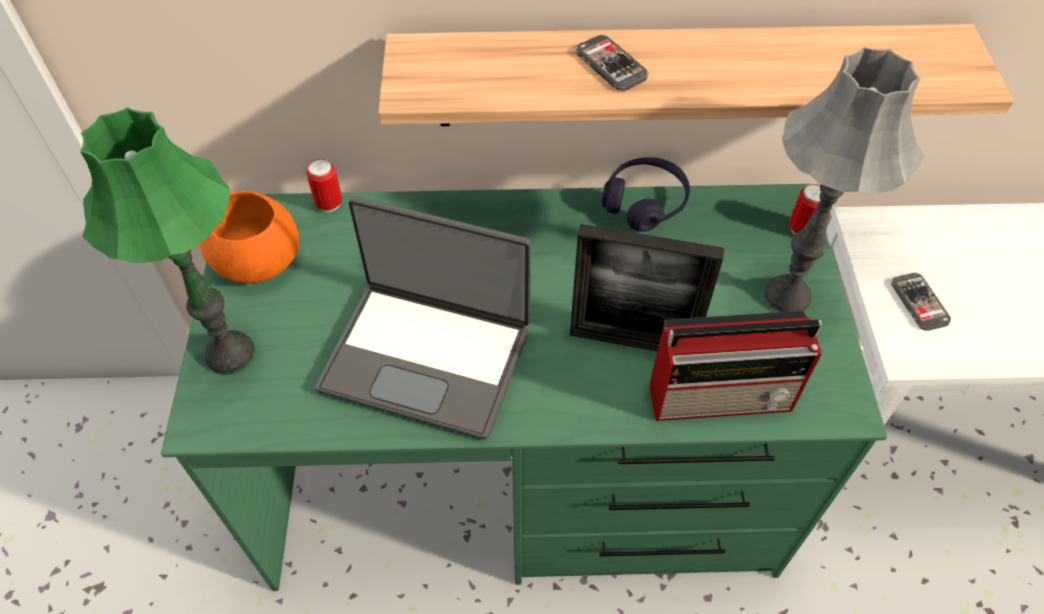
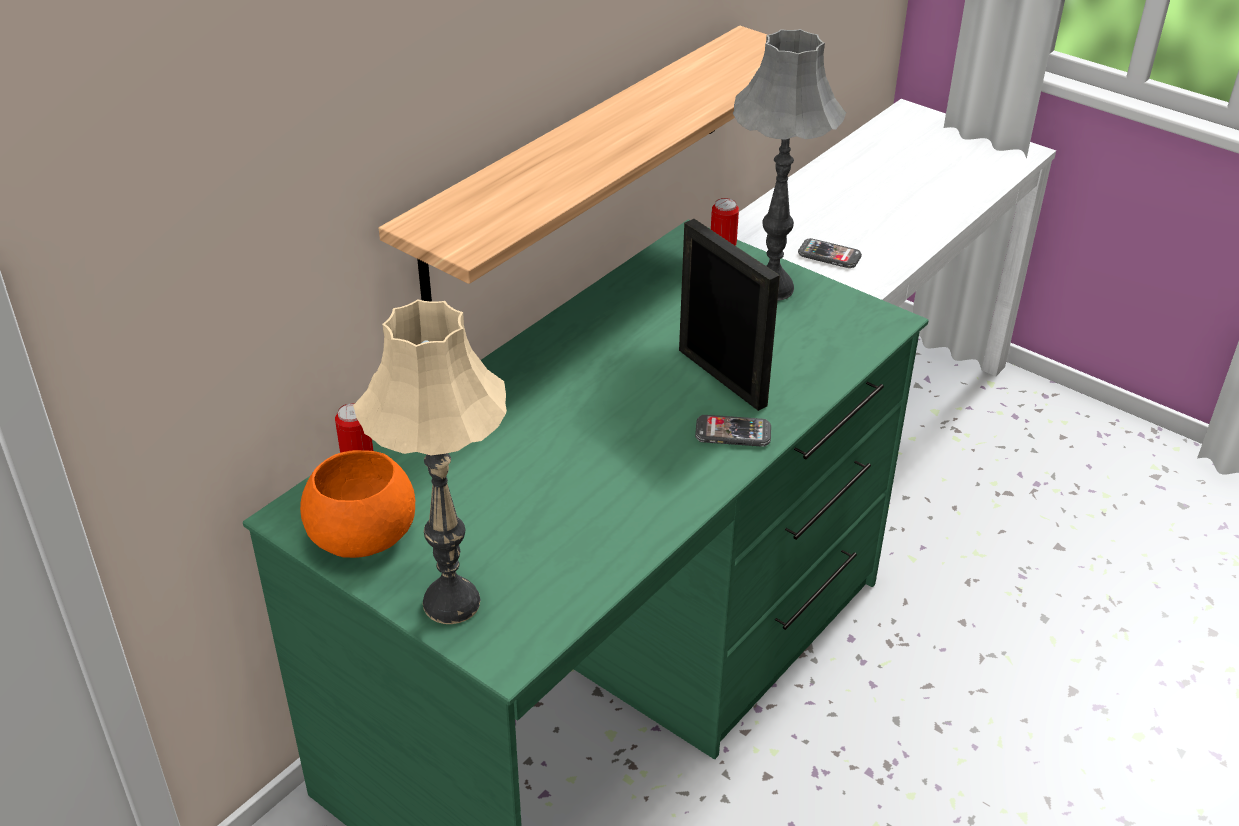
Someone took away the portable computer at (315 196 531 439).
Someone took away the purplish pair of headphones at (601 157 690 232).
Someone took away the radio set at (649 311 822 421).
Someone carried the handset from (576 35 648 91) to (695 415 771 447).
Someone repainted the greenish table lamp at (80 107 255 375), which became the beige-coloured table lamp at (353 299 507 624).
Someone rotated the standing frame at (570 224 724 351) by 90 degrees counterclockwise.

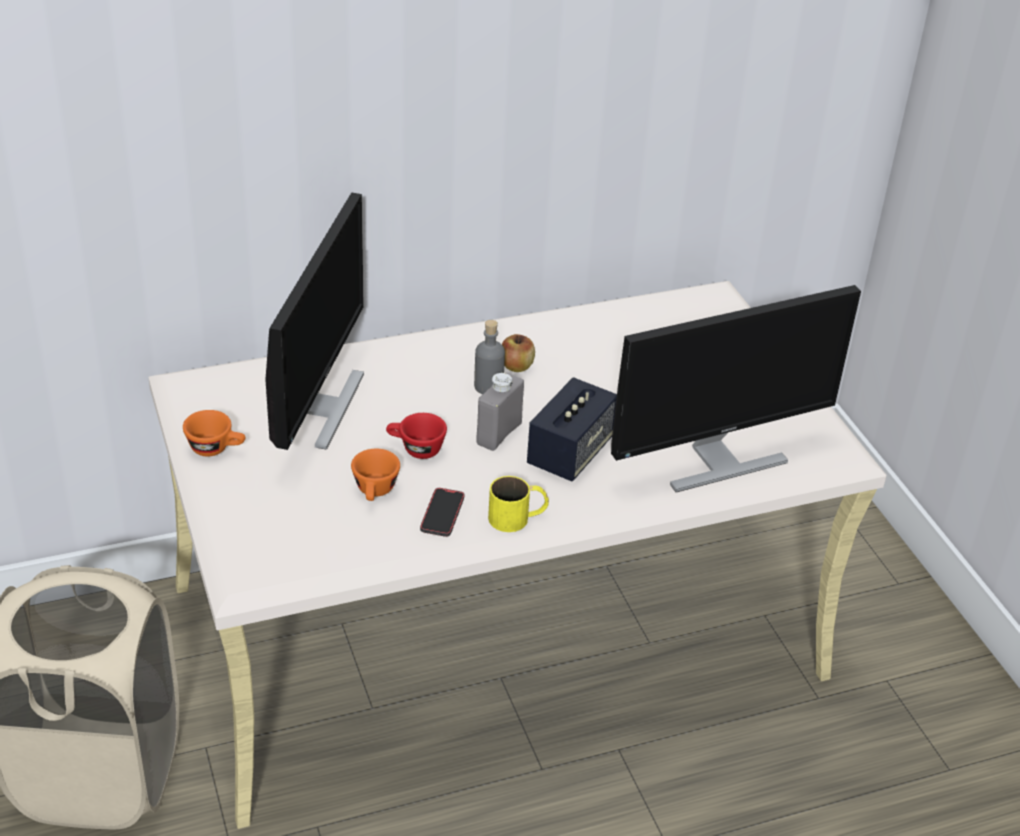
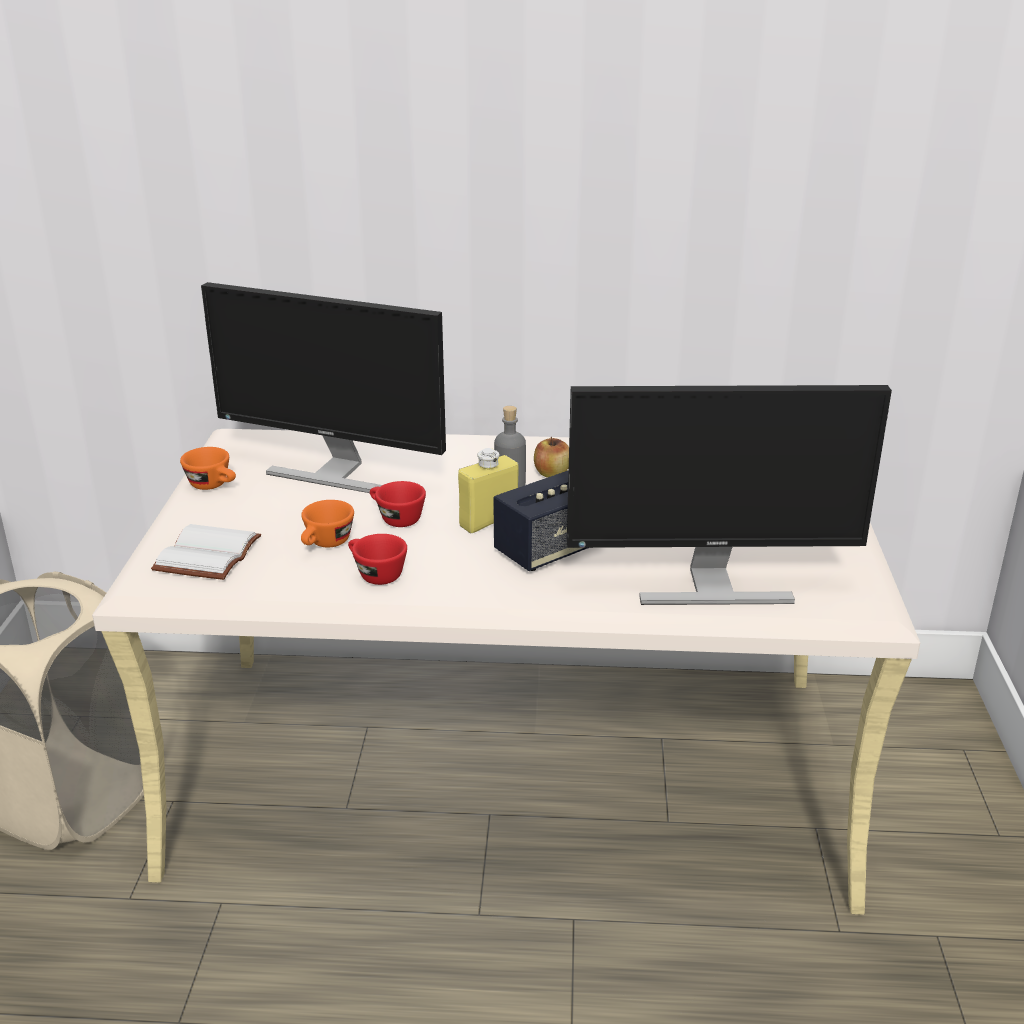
Someone took away the yellow tea mug at (488 476 549 532).
Someone put down the white bound book at (151 524 261 580).
Someone swapped the handset at (420 488 464 537) for the reddish small cup at (348 534 407 585).
Someone repainted the grey bottle at (476 373 524 451), which became the yellow bottle at (458 448 519 533).
Someone rotated the computer screen at (265 192 364 450) by 75 degrees clockwise.

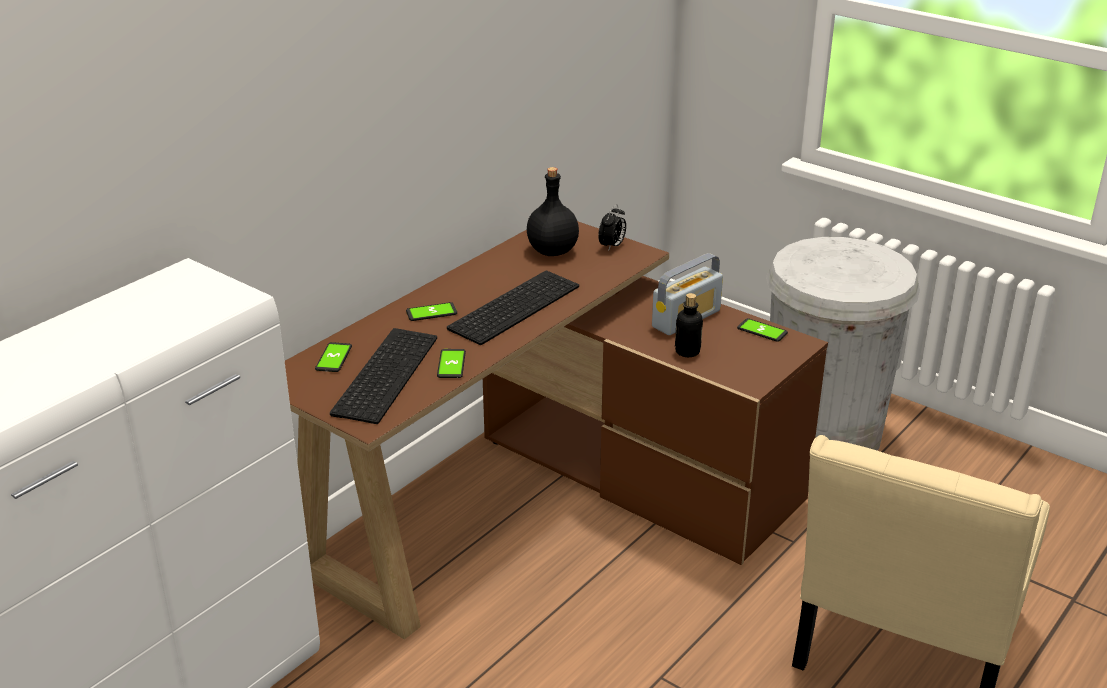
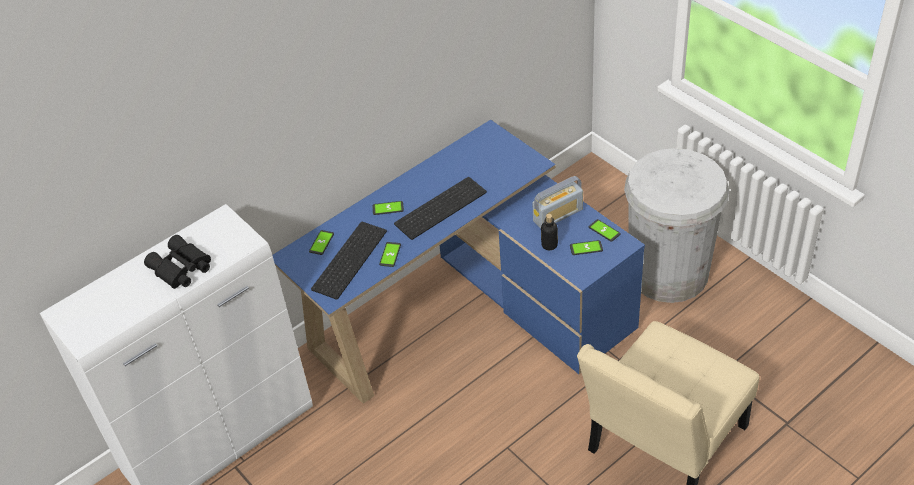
Someone took away the black bottle at (527 167 579 256).
Someone took away the table clock at (598 205 626 251).
Someone put down the black field glasses at (144 235 211 289).
Someone put down the handset at (570 240 603 255).
Someone repainted the brownish desk at (285 221 828 640), which became the blue desk at (272 120 645 404).

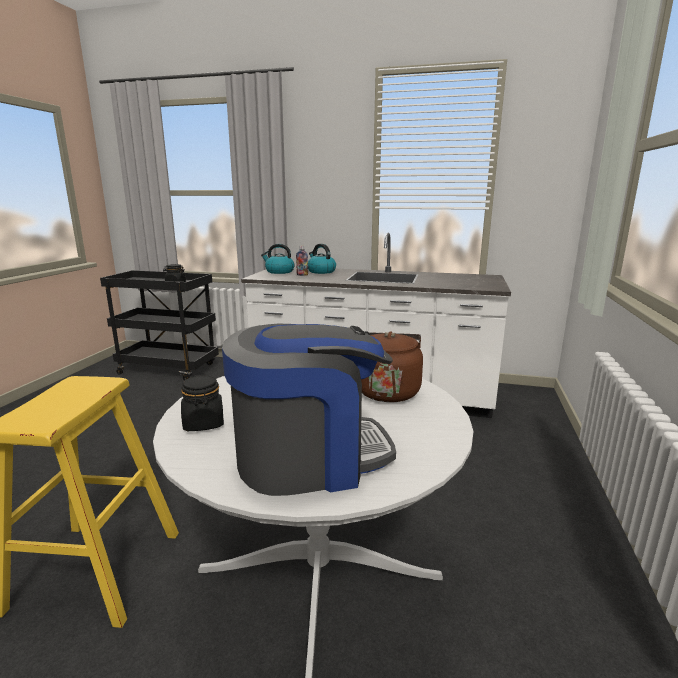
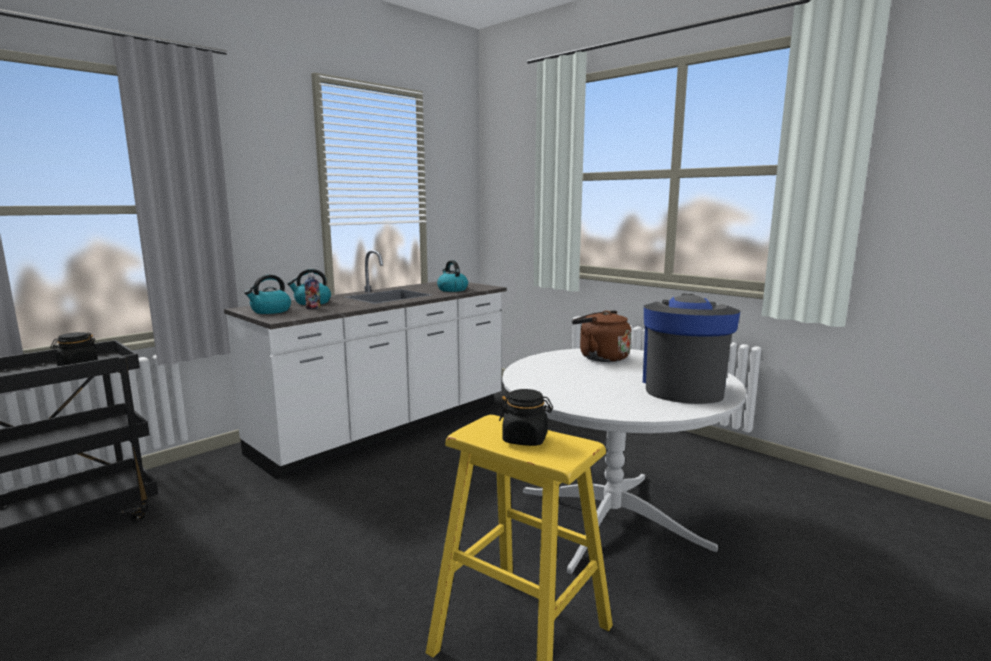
Someone put down the water kettle at (437 260 468 292).
Someone carried the black jar from (181 375 224 431) to (499 389 553 446).

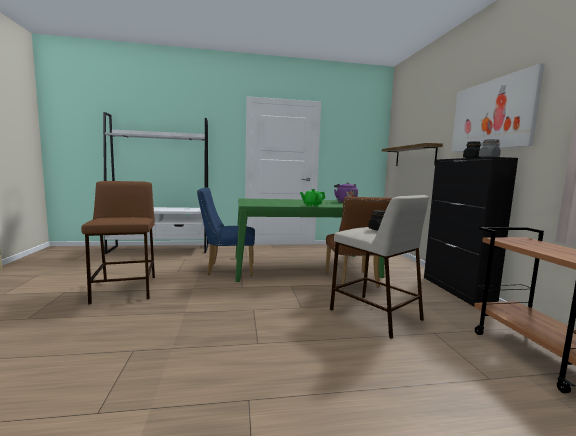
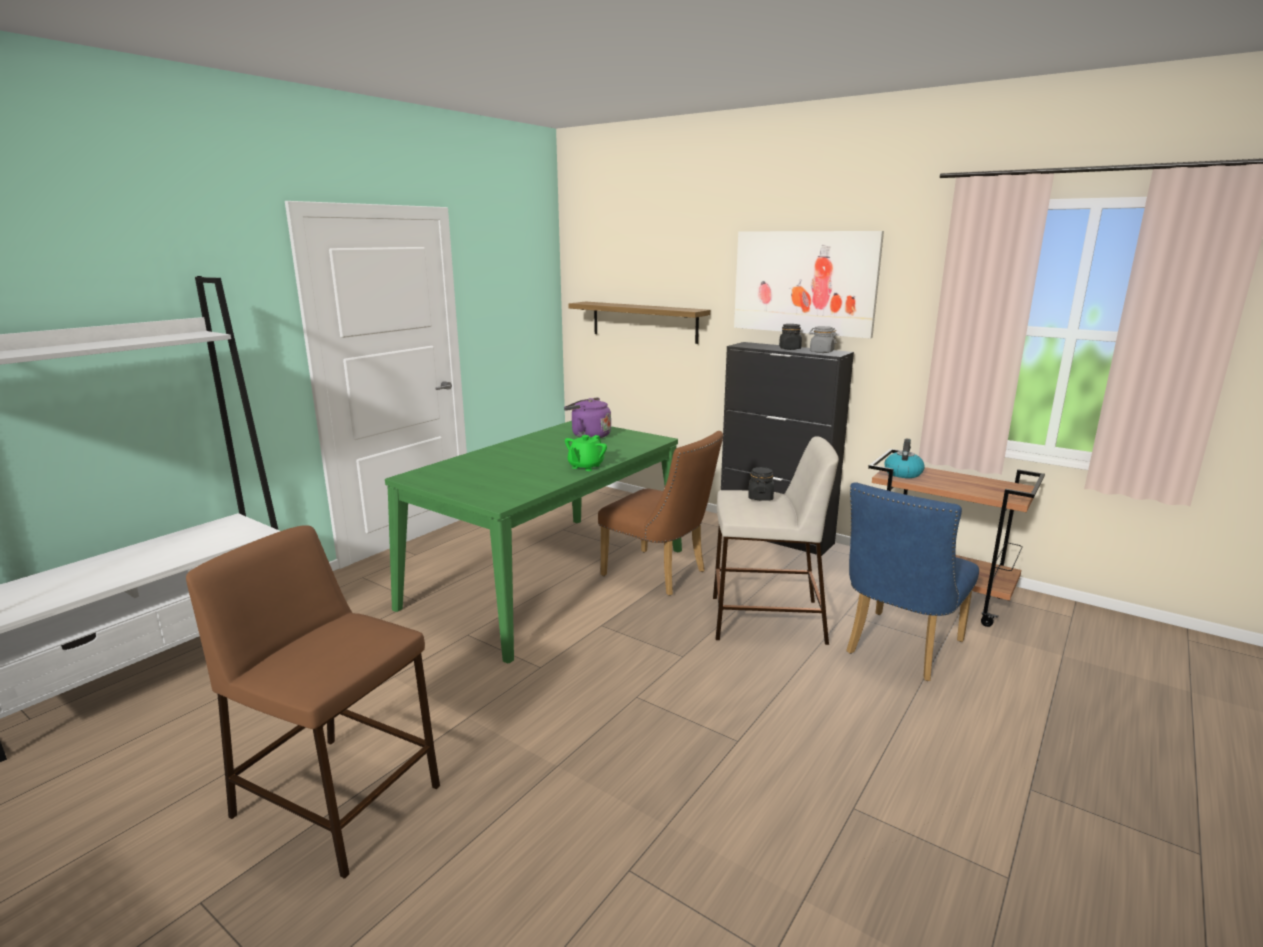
Someone put down the water kettle at (884 438 925 478).
Someone carried the blue chair from (197 188 255 276) to (846 482 979 681).

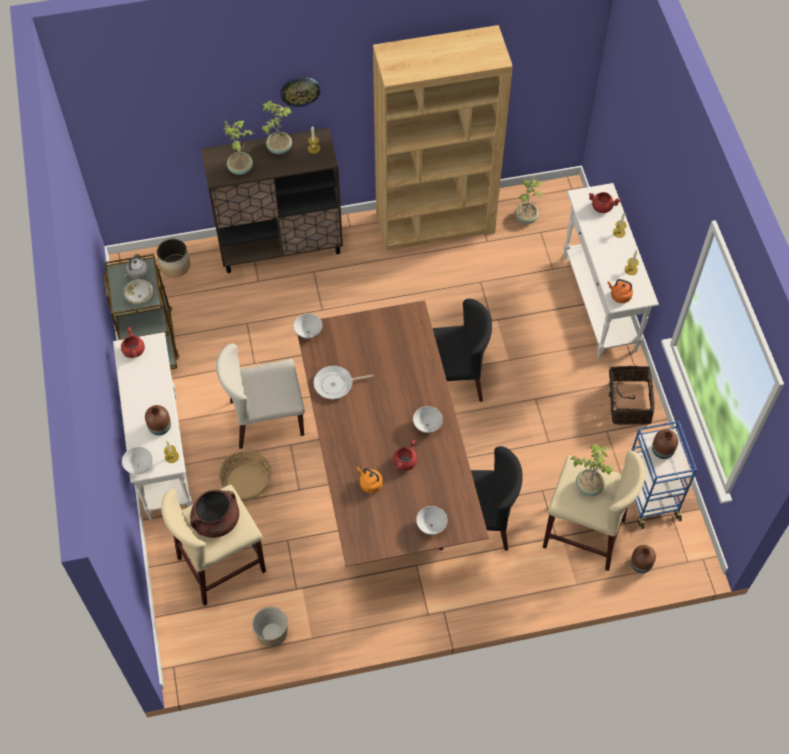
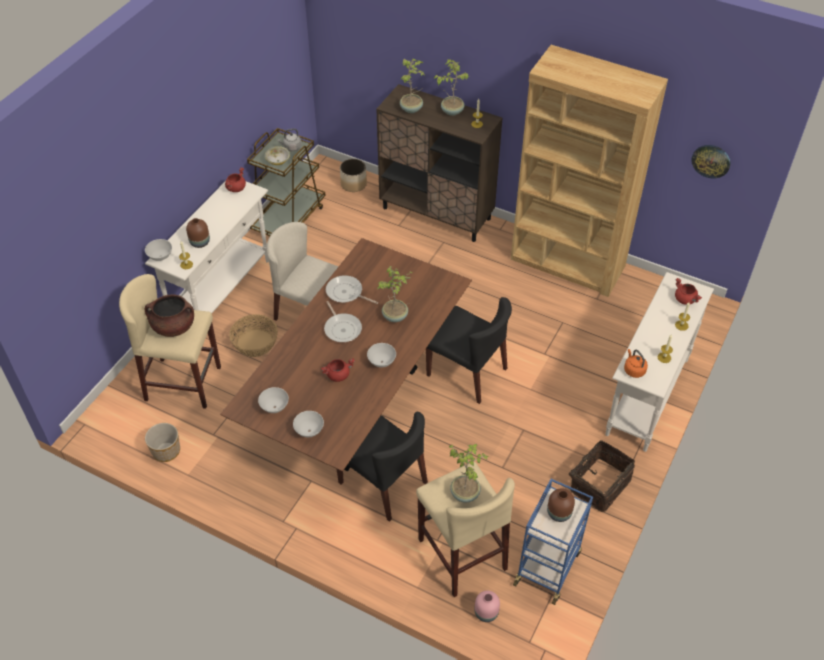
Someone took away the orange water kettle at (357 467 383 493).
Someone put down the frying pan at (324 301 362 342).
Someone carried the clock on the wall from (280 77 320 107) to (691 145 731 178).
Someone carried the white bowl from (294 314 322 339) to (258 387 289 413).
Someone carried the potted plant from (515 175 543 224) to (378 266 413 322).
Someone repainted the brownish flower vase at (630 545 656 573), which became the pinkish flower vase at (474 590 500 622).

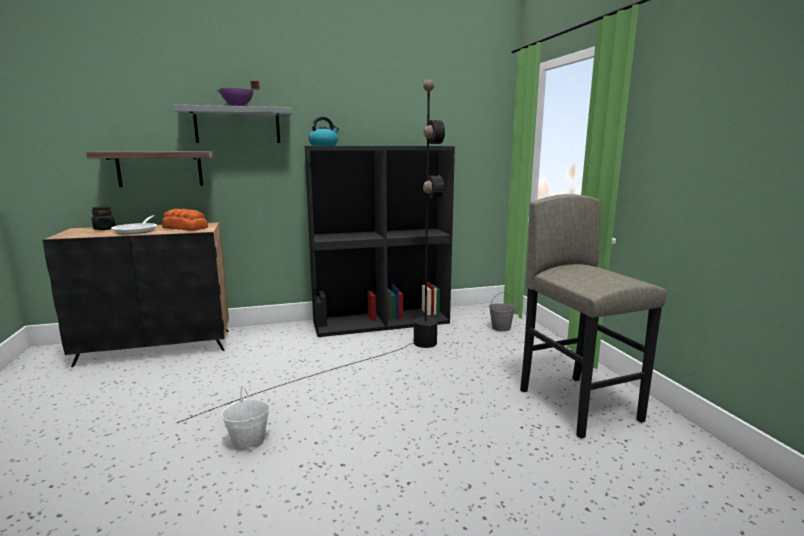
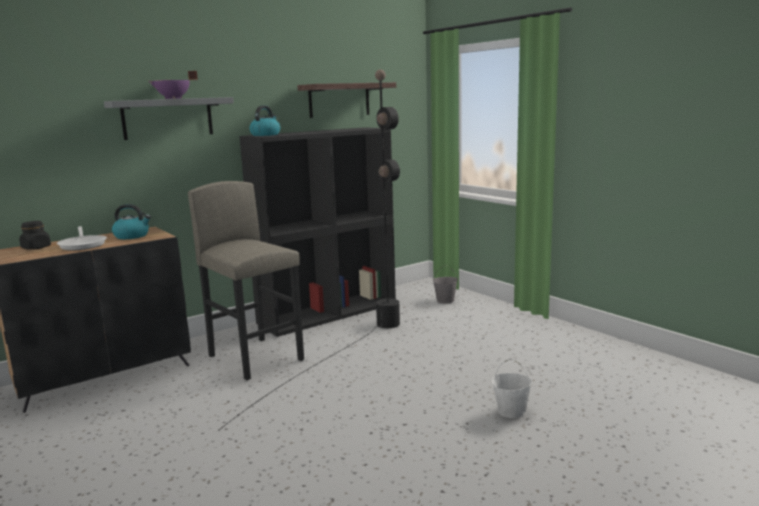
Someone carried the shelf from (86 152 214 187) to (297 82 396 118).
Someone carried the white pail from (221 386 270 451) to (492 359 532 418).
Someone carried the grey stool seat from (520 194 667 439) to (188 181 304 380).
Someone swapped the bakery bread at (162 209 208 231) for the water kettle at (112 204 151 239).

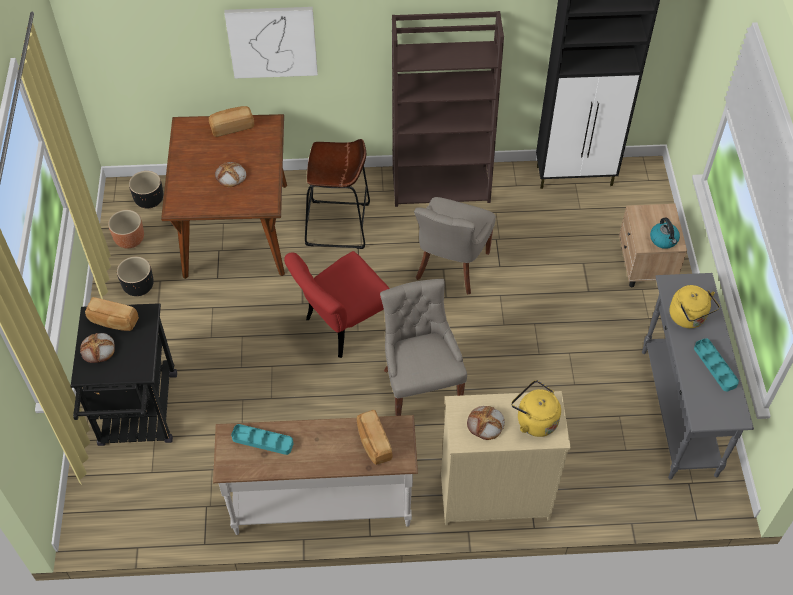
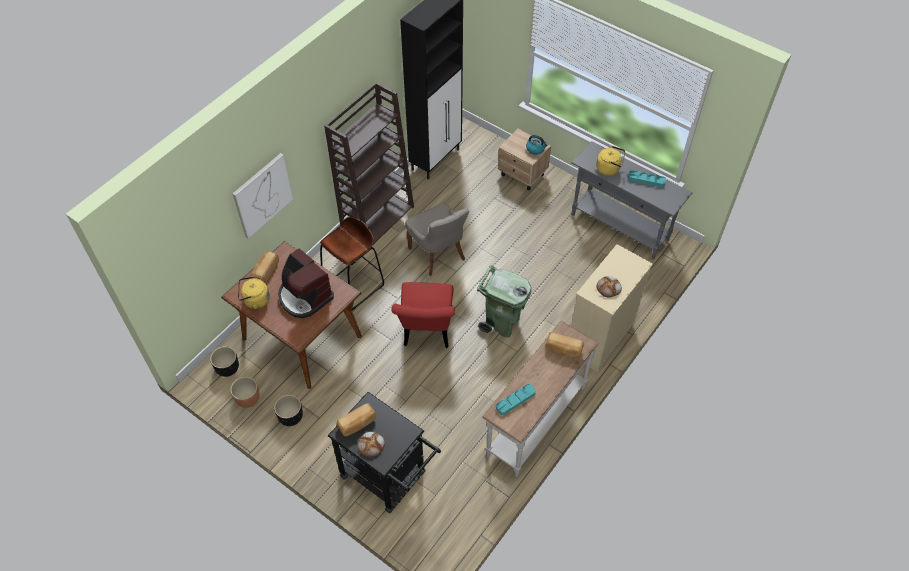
Someone carried the yellow water kettle from (511 380 561 437) to (238 276 270 309).
Someone swapped the bakery bread at (215 162 246 187) for the coffee maker at (278 248 334 318).
Someone swapped the grey chair at (380 279 467 416) for the greenish trash can at (477 265 532 337).

